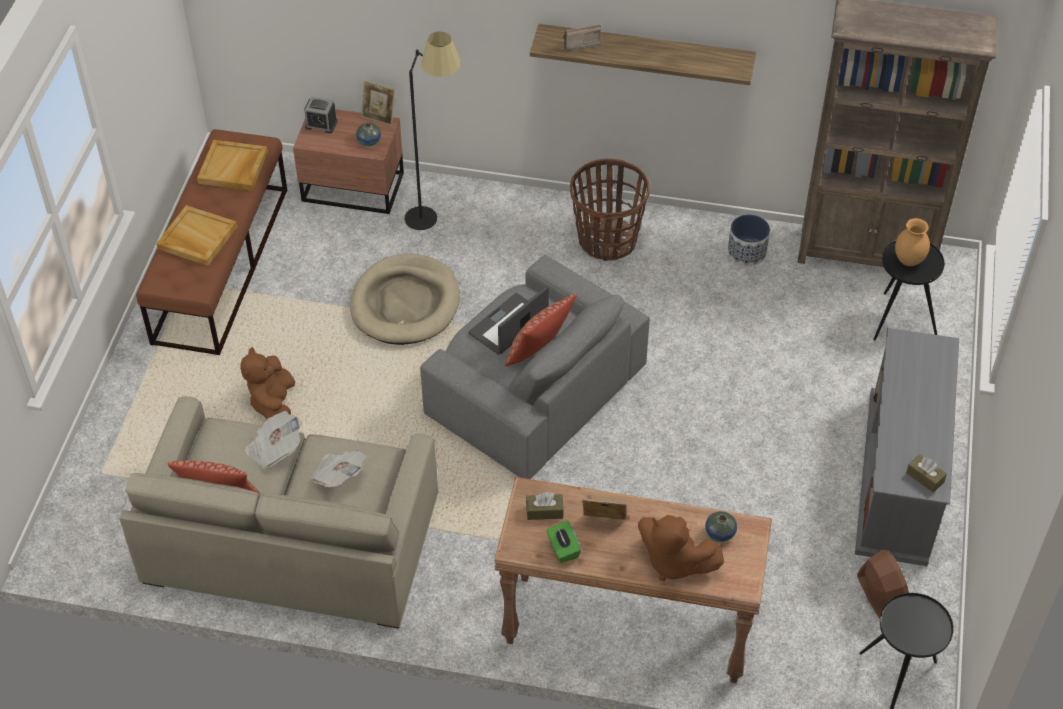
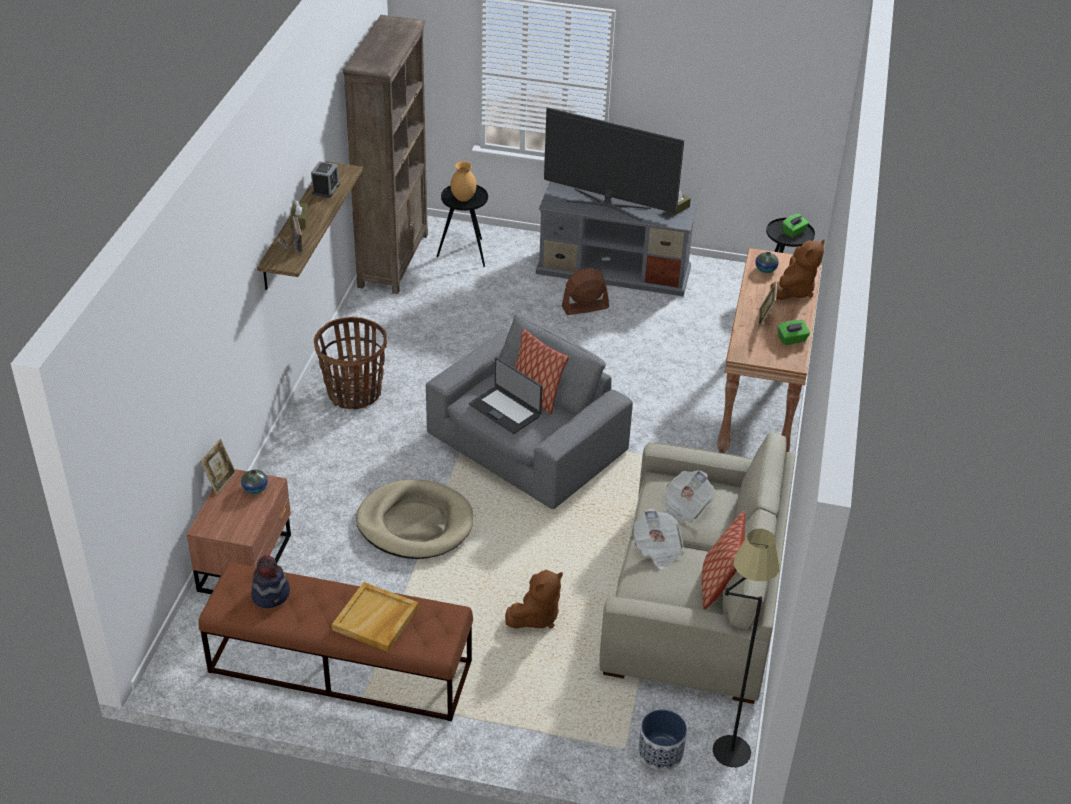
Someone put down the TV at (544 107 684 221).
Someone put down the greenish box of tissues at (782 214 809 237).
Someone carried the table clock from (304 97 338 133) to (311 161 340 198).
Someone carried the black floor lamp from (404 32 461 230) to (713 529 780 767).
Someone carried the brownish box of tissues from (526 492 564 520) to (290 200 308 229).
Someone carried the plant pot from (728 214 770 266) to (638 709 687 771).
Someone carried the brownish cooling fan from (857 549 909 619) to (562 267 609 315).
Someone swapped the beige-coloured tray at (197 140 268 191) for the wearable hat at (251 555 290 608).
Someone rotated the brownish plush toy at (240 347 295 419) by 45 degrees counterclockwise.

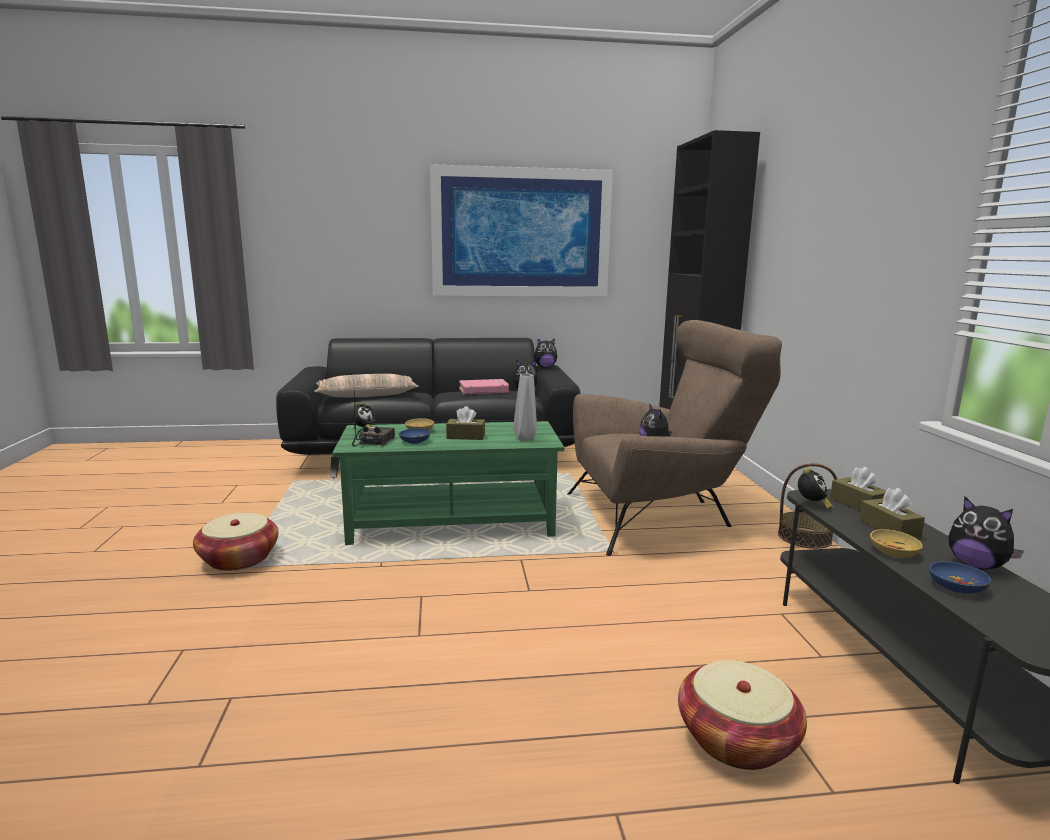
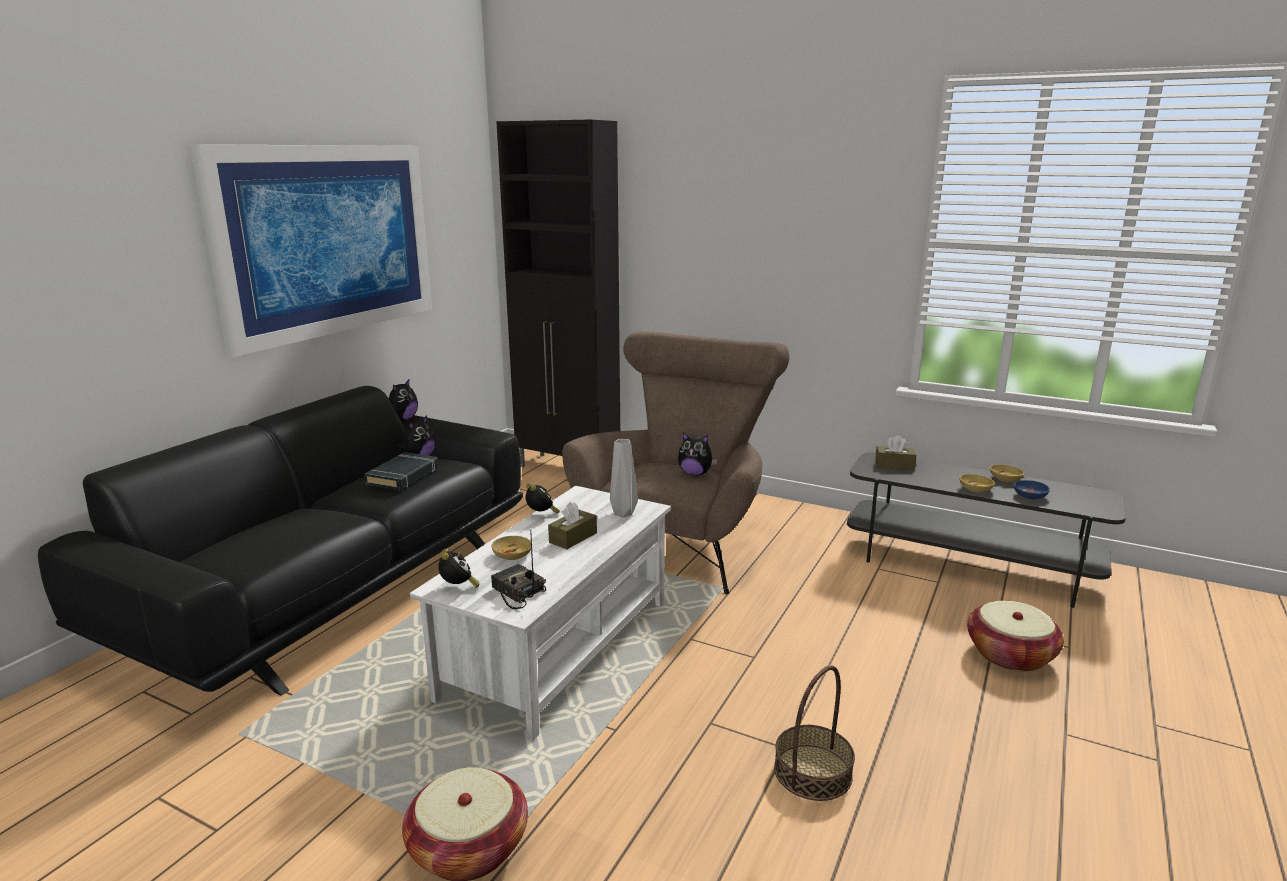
Someone took away the cushion at (314 374 419 398).
Someone took away the blue bowl at (399 428 431 444).
Someone took away the brownish box of tissues at (859 488 925 539).
Someone carried the storage basket from (778 463 837 549) to (774 665 855 801).
Someone carried the table clock from (798 468 833 509) to (525 483 560 514).
Someone swapped the plush toy at (949 497 1024 570) for the beige-coloured bowl at (990 464 1025 482).
Someone repainted the greenish coffee table at (332 421 564 545), which became the white coffee table at (410 486 671 741).
Someone repainted the pinkish bound book at (459 379 509 395), which became the black bound book at (365 452 438 491).

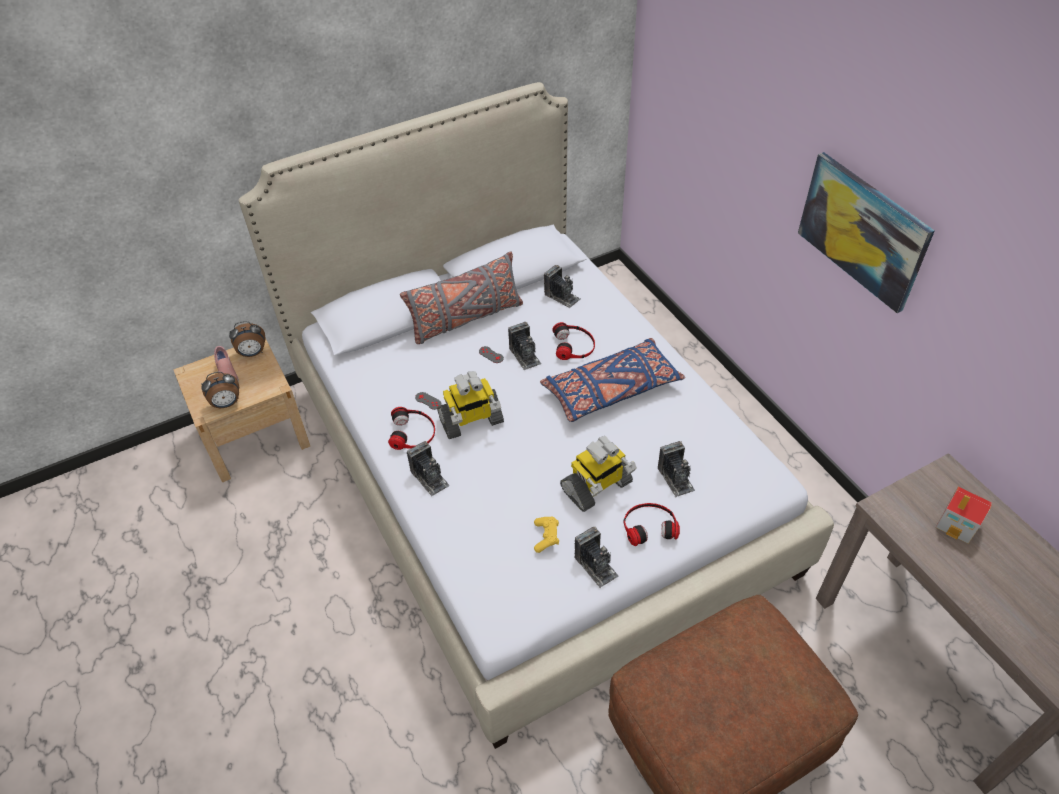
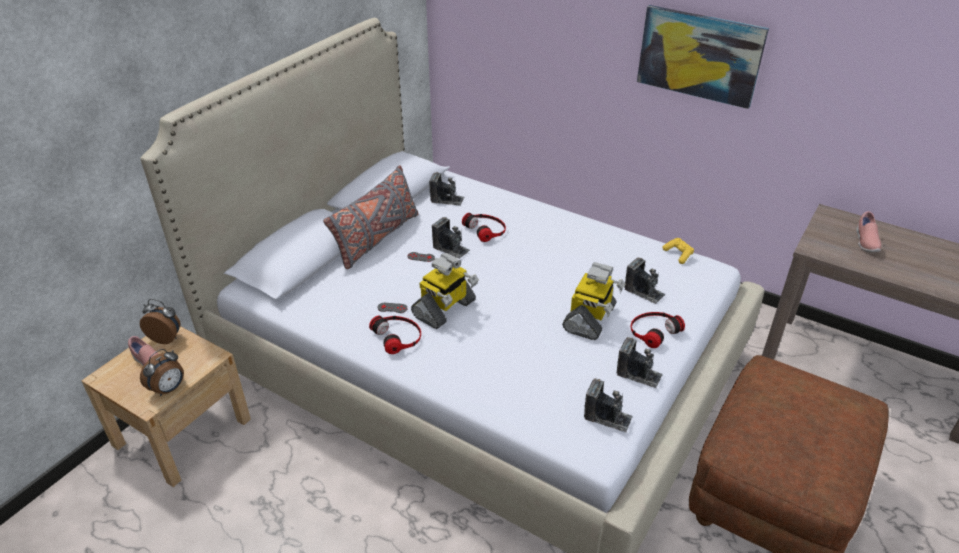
Someone took away the blue cushion at (540 338 685 422).
Someone carried the still camera from (407 441 450 496) to (584 378 633 433).
Someone carried the yellow game controller from (534 517 559 553) to (663 238 694 264).
Someone swapped the toy house at (936 487 992 544) for the pinkish low shoe at (856 211 881 252).
Someone rotated the table clock at (229 321 266 357) by 120 degrees counterclockwise.

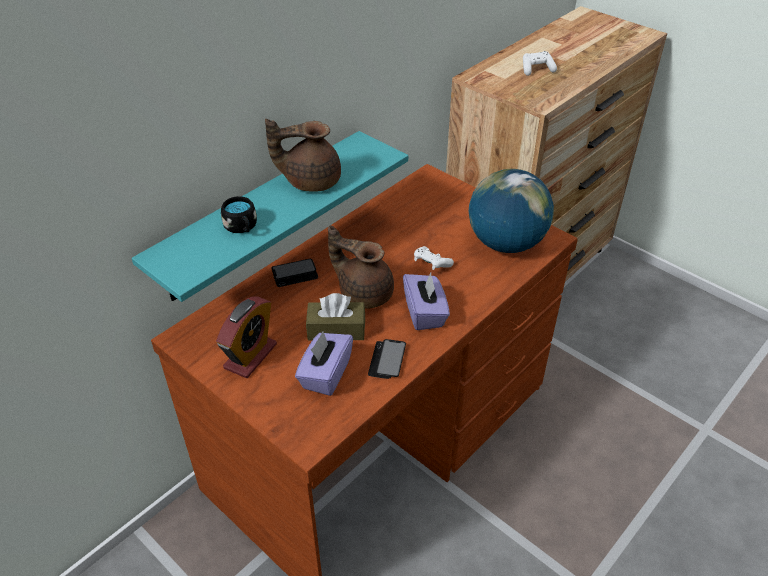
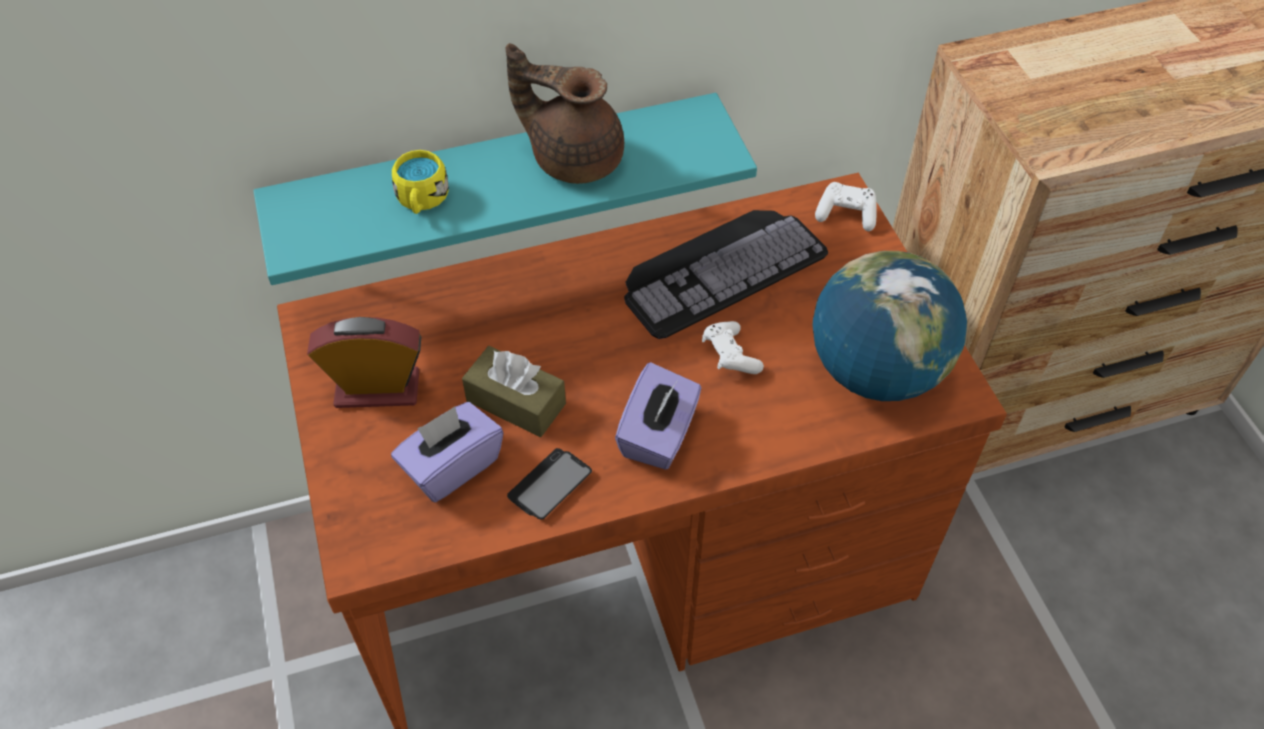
Someone took away the handset at (272 259 318 287).
Someone took away the brownish tea pot at (328 225 394 309).
Someone put down the keyboard at (624 210 828 339).
Someone carried the white game controller from (523 51 557 76) to (815 182 877 231).
Someone repainted the black tea mug at (221 196 257 233), which became the yellow tea mug at (392 150 449 214).
Someone rotated the table clock at (216 296 277 378) by 150 degrees counterclockwise.

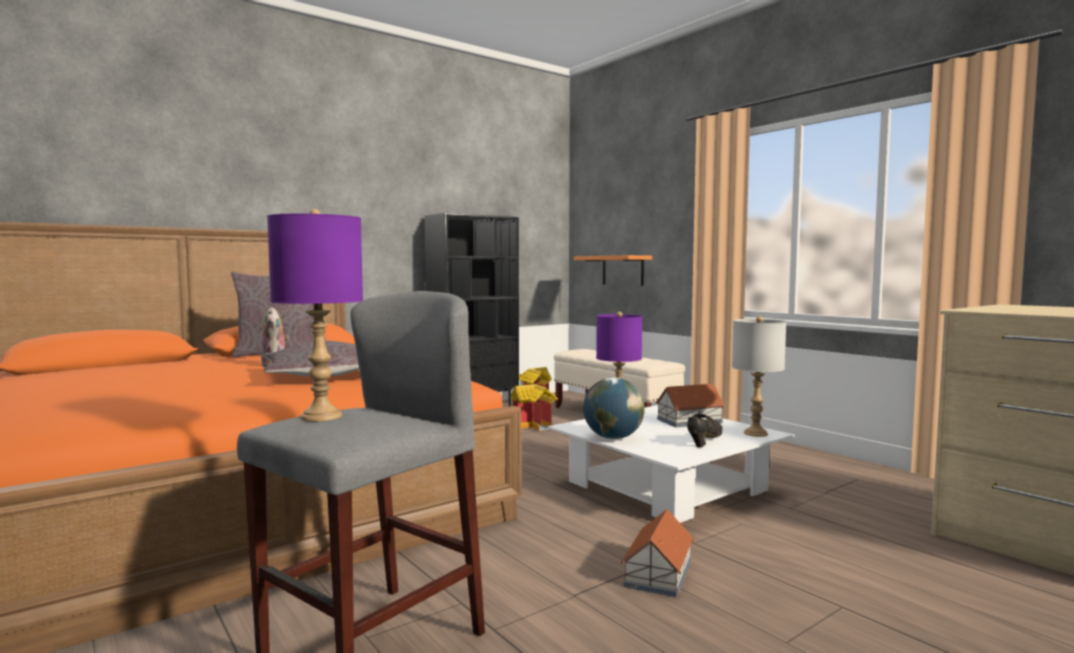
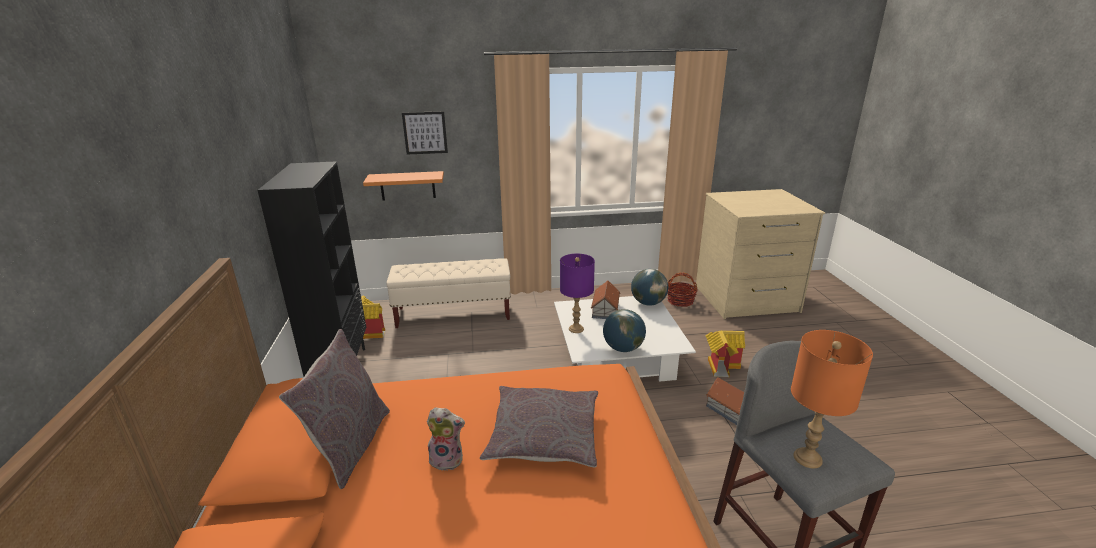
Someone took away the black low shoe at (687 413 723 447).
Someone put up the wall picture at (402 111 448 154).
Someone put down the storage basket at (667 273 698 307).
Someone carried the toy house from (510 384 558 431) to (705 331 745 377).
Someone swapped the grey table lamp at (732 316 786 437) for the desk globe at (631 269 668 306).
Someone repainted the purplish table lamp at (267 209 363 422), which became the orange table lamp at (791 330 873 468).

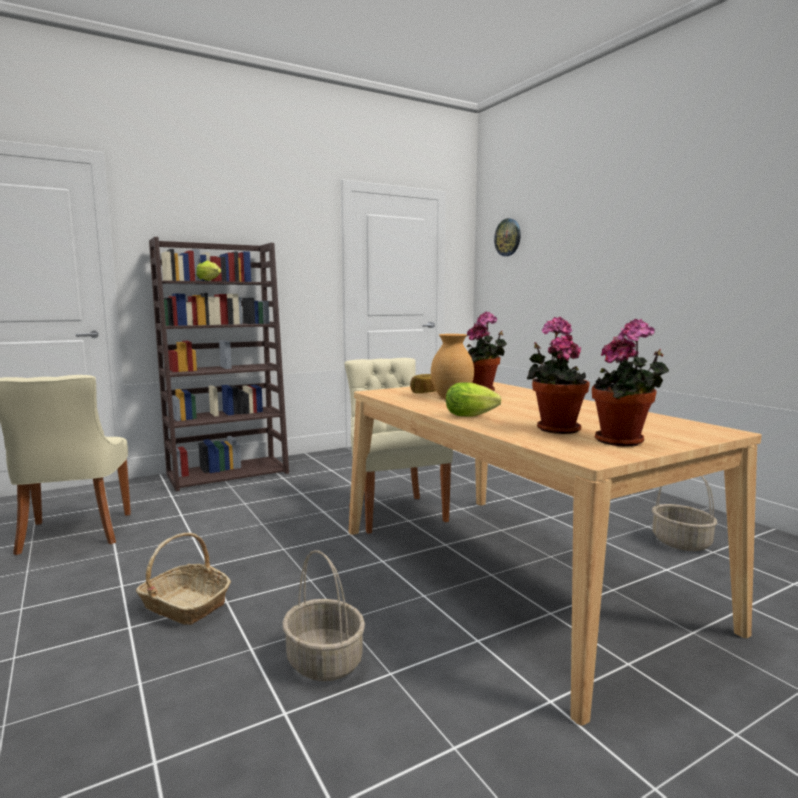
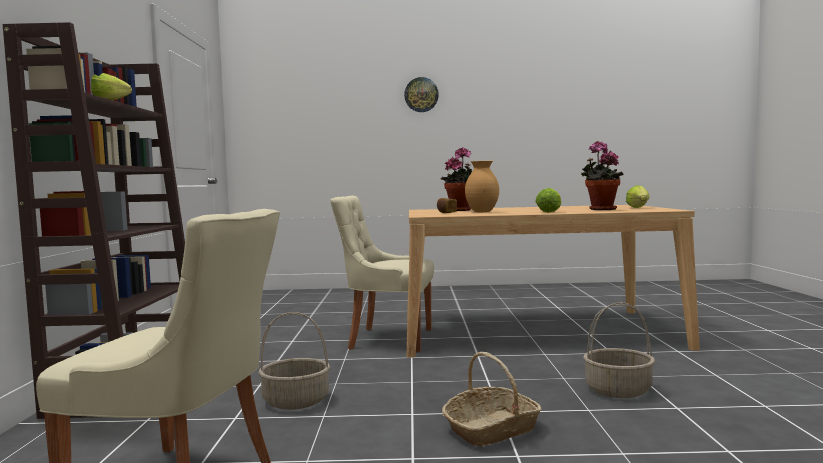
Someone carried the clock on the wall from (494 218 521 256) to (404 77 439 112).
Someone carried the storage basket from (652 476 718 551) to (259 312 330 410).
Someone swapped the potted plant at (592 319 669 446) for the head of lettuce at (626 185 649 208).

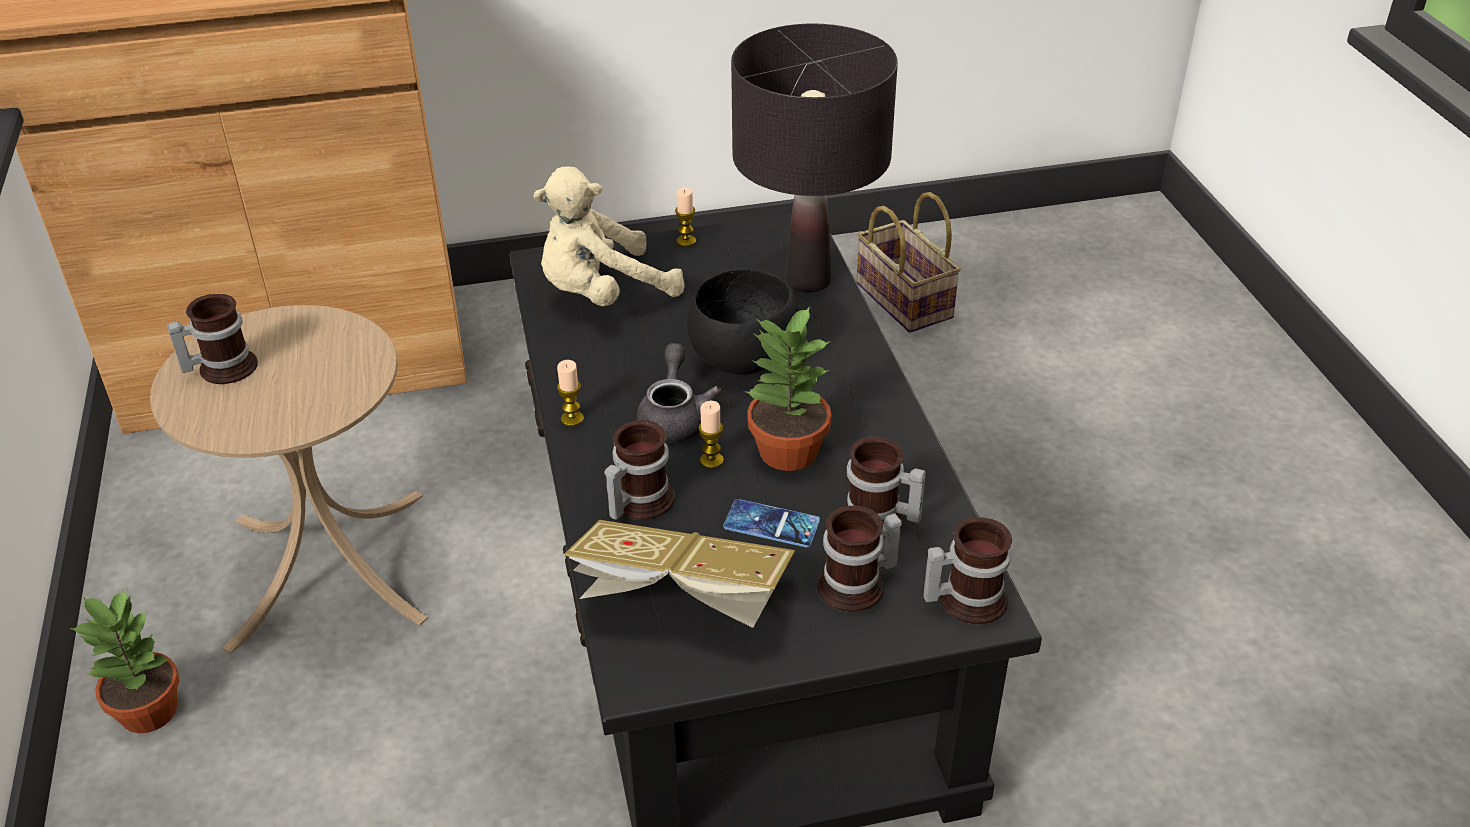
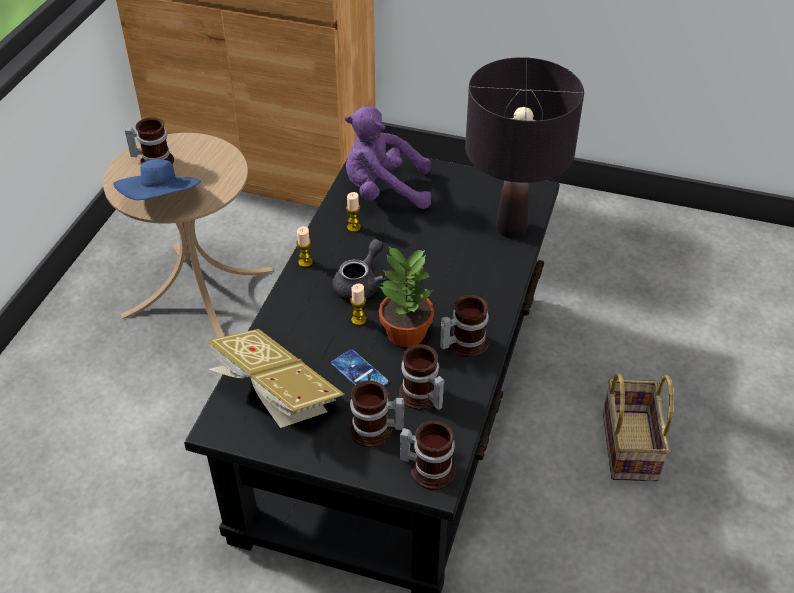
Someone took away the potted plant at (69 588 179 733).
Someone took away the black bowl at (687 269 799 375).
Someone put down the blue wearable hat at (114 159 201 200).
Someone carried the tea mug from (604 420 675 520) to (440 295 489 358).
Someone carried the wax light from (675 187 696 247) to (346 192 361 232).
Someone carried the storage basket from (856 192 961 333) to (603 373 674 481).
Someone repainted the beige-coloured plush toy at (533 166 685 306), which became the purplish plush toy at (345 106 431 209).

